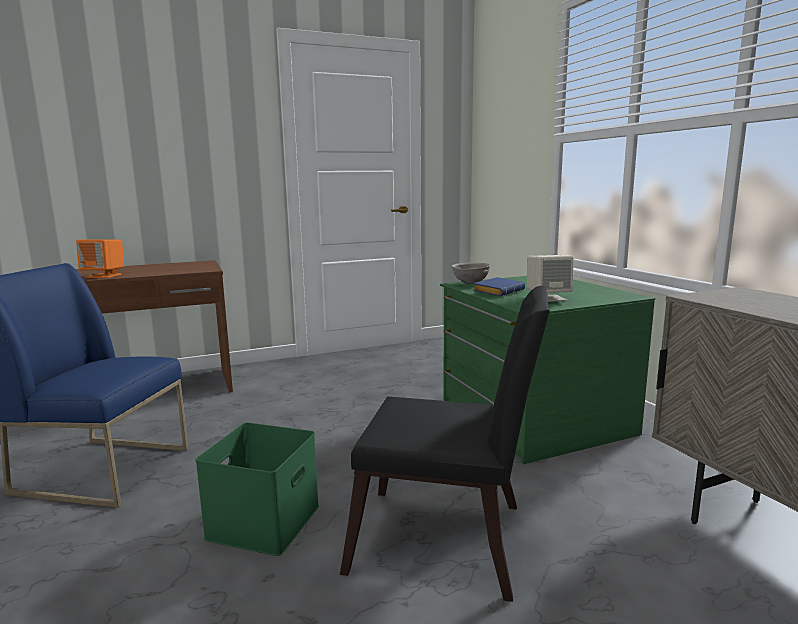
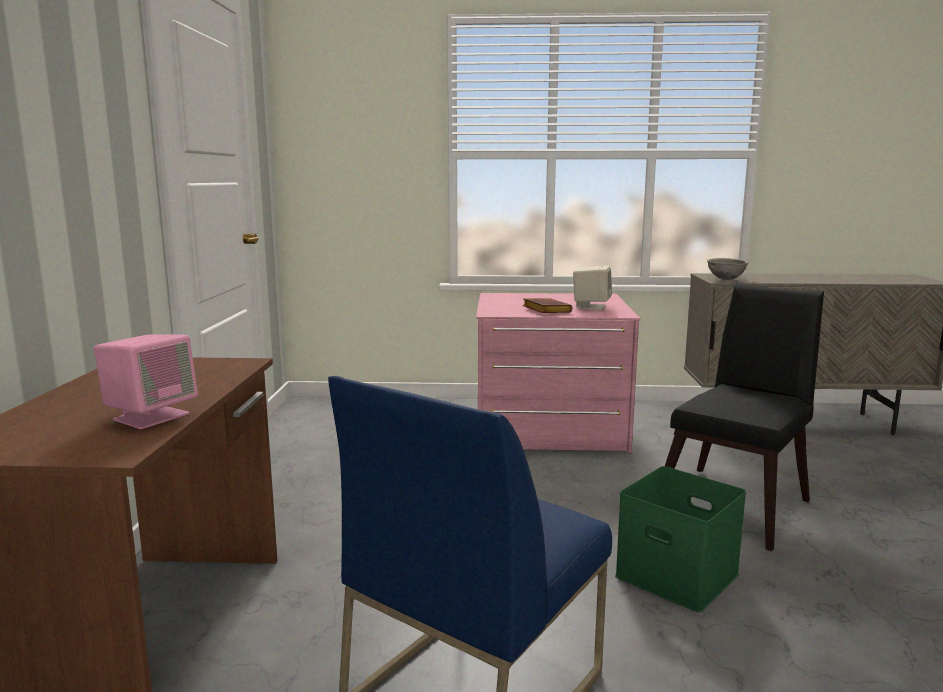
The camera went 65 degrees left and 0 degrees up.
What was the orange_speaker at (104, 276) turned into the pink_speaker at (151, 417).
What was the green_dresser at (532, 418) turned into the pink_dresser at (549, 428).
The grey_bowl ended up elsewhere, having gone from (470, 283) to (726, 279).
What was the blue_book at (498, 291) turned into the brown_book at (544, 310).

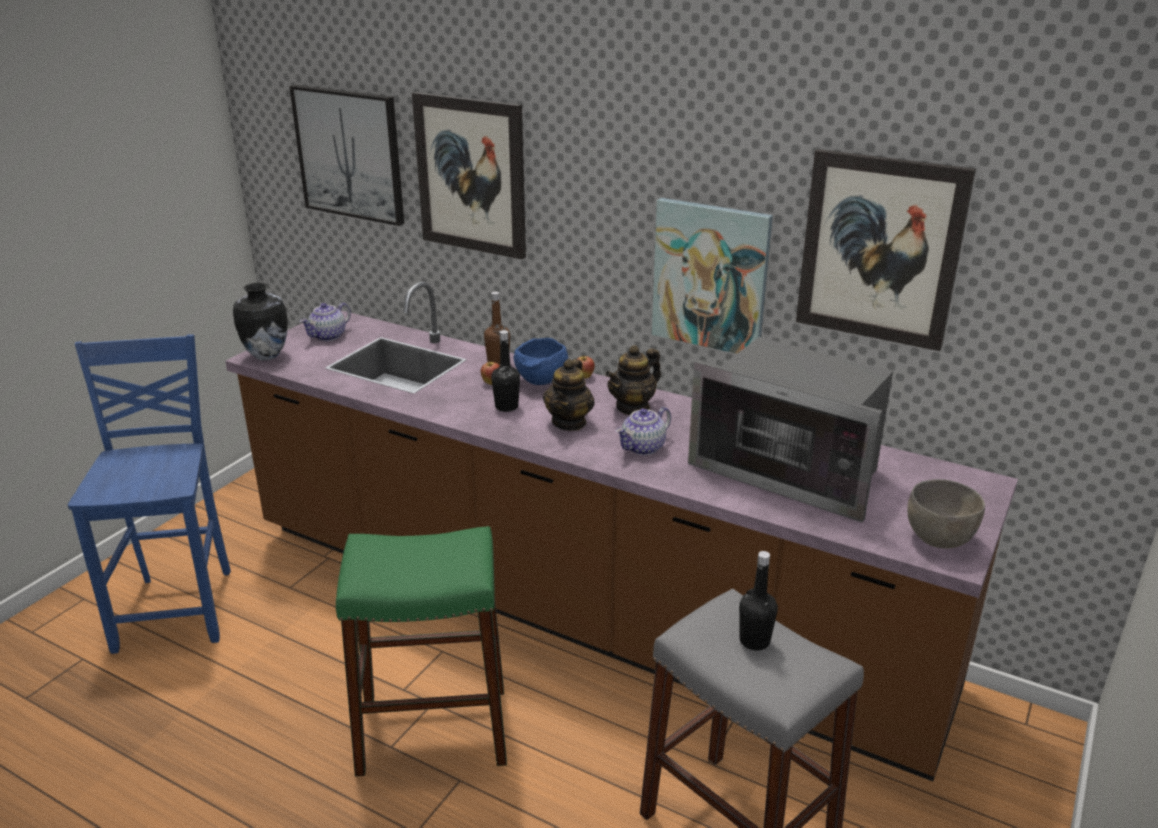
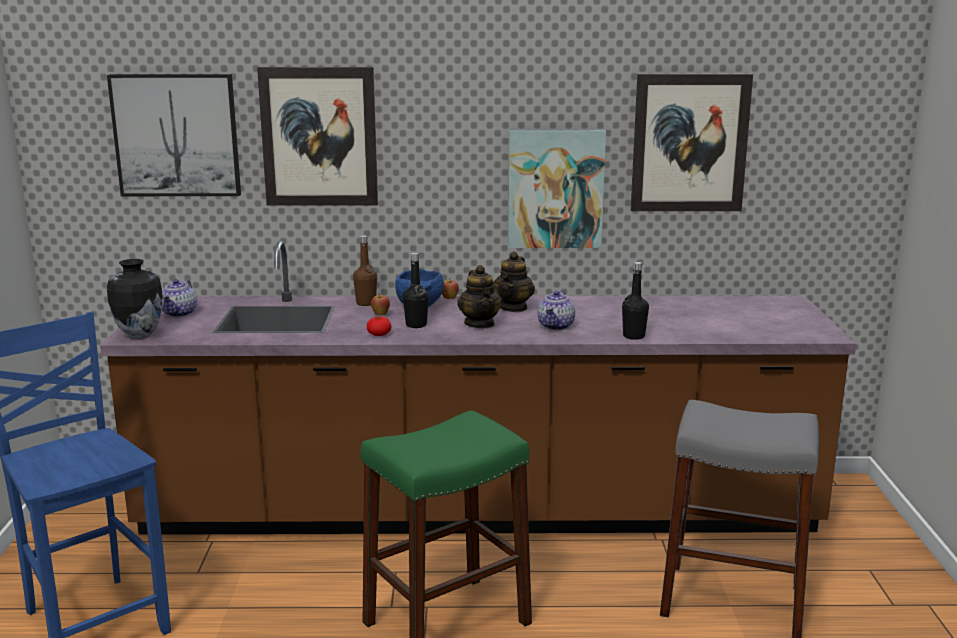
The camera went 30 degrees left and 10 degrees down.
The second view lost the microwave at (791, 470).
The black_bottle ended up elsewhere, having gone from (754, 641) to (633, 336).
The second view lost the grey_bowl at (938, 539).
The second view gained the tomato at (379, 334).

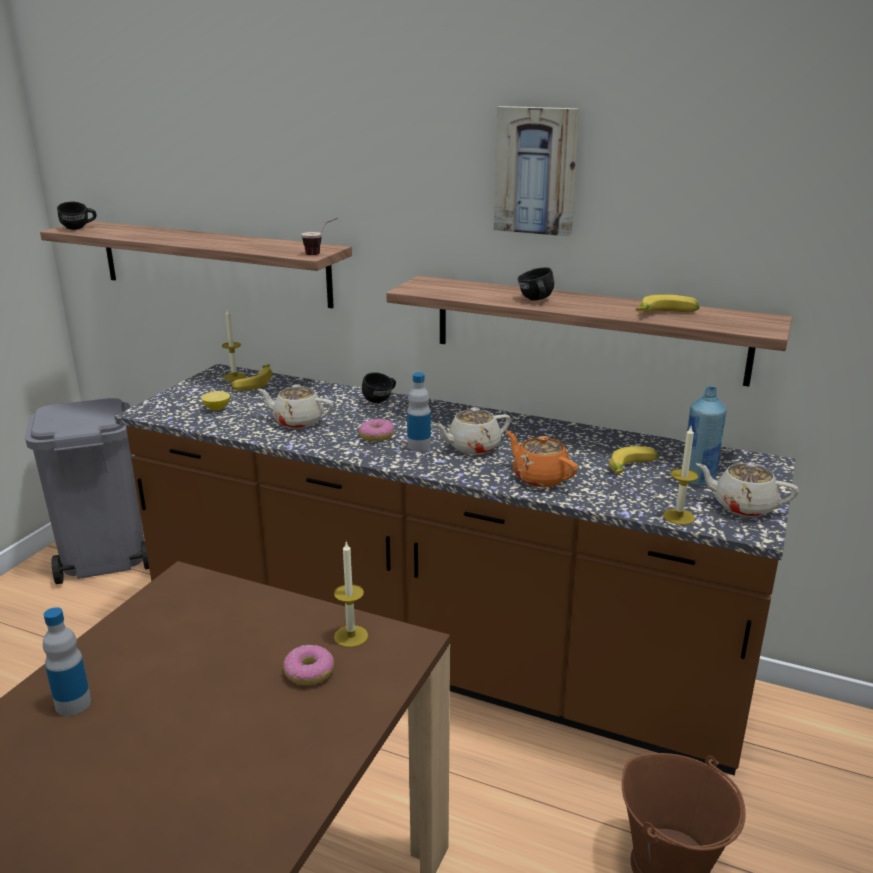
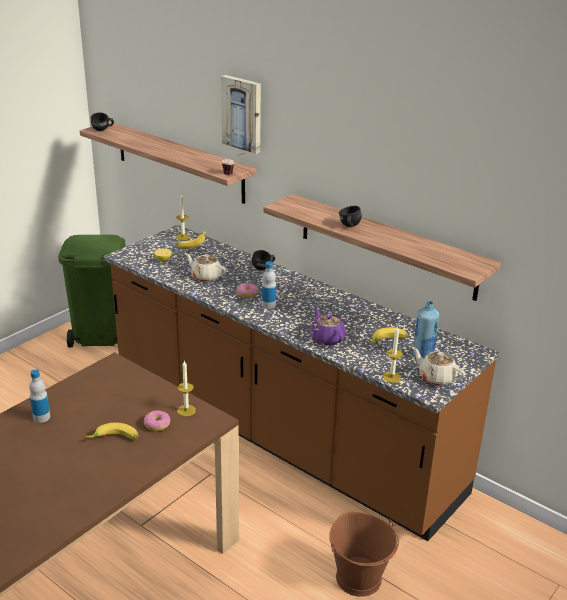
The camera went 15 degrees right and 5 degrees up.
What was the grey_trash_can at (104, 559) turned into the green_trash_can at (100, 335).
The second view lost the beige_teapot at (472, 447).
The picture ended up elsewhere, having gone from (536, 171) to (243, 113).
What was the orange_teapot at (539, 477) turned into the purple_teapot at (327, 338).
The banana ended up elsewhere, having gone from (666, 315) to (114, 439).

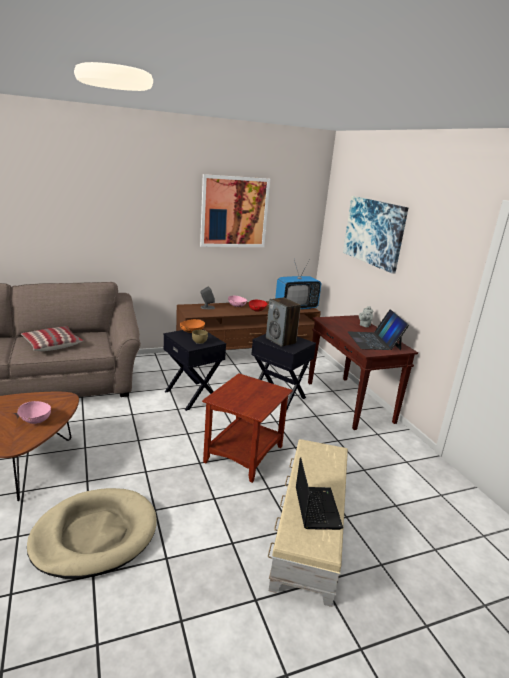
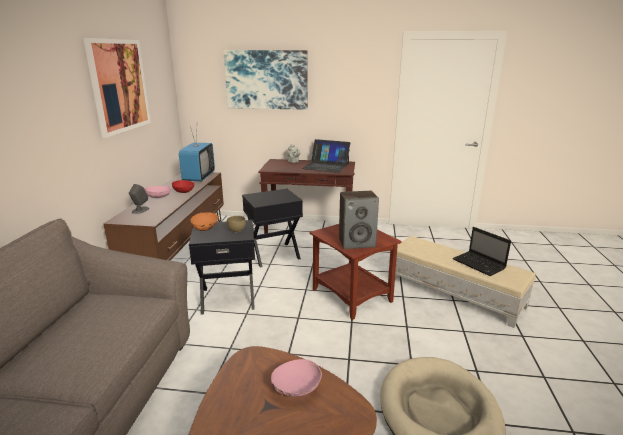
The camera went 60 degrees left and 0 degrees up.
The second view lost the pillow at (52, 344).
The speaker ended up elsewhere, having gone from (281, 340) to (357, 243).
The laptop at (316, 507) ended up facing another way, 150 degrees counterclockwise from before.

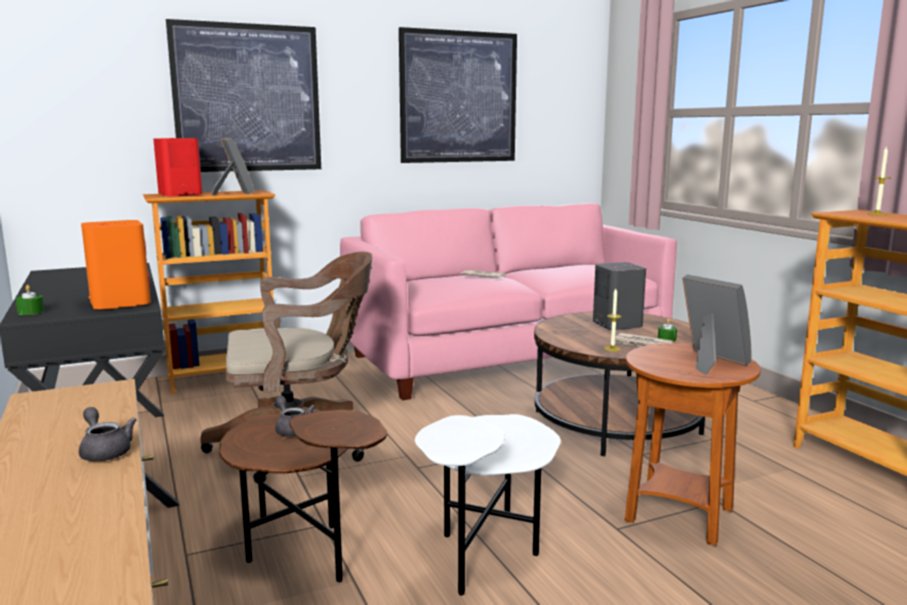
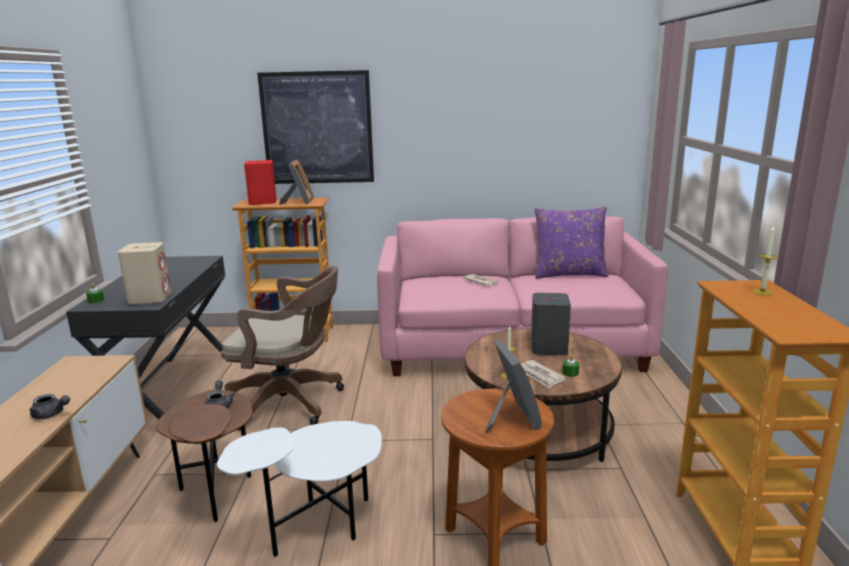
The camera went 25 degrees right and 5 degrees up.
The grey_teapot at (105, 451) ended up facing another way, 120 degrees clockwise from before.
What was the orange_speaker at (120, 302) turned into the beige_speaker at (150, 298).
The second view lost the picture at (458, 97).
The second view gained the purple_pillow at (569, 274).

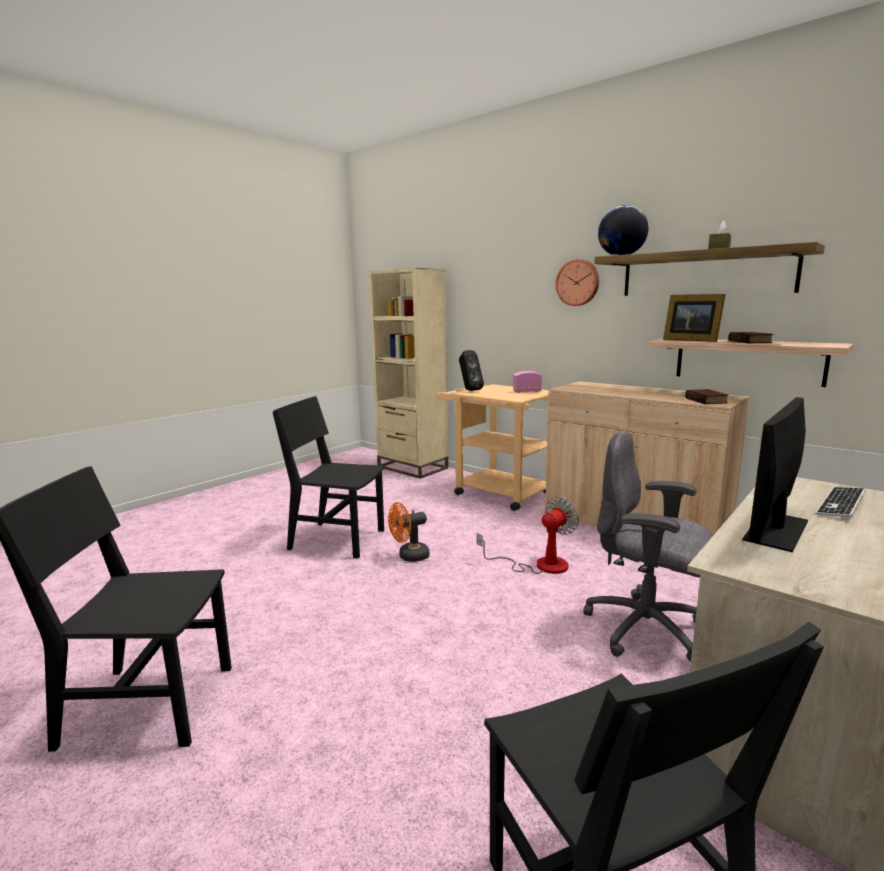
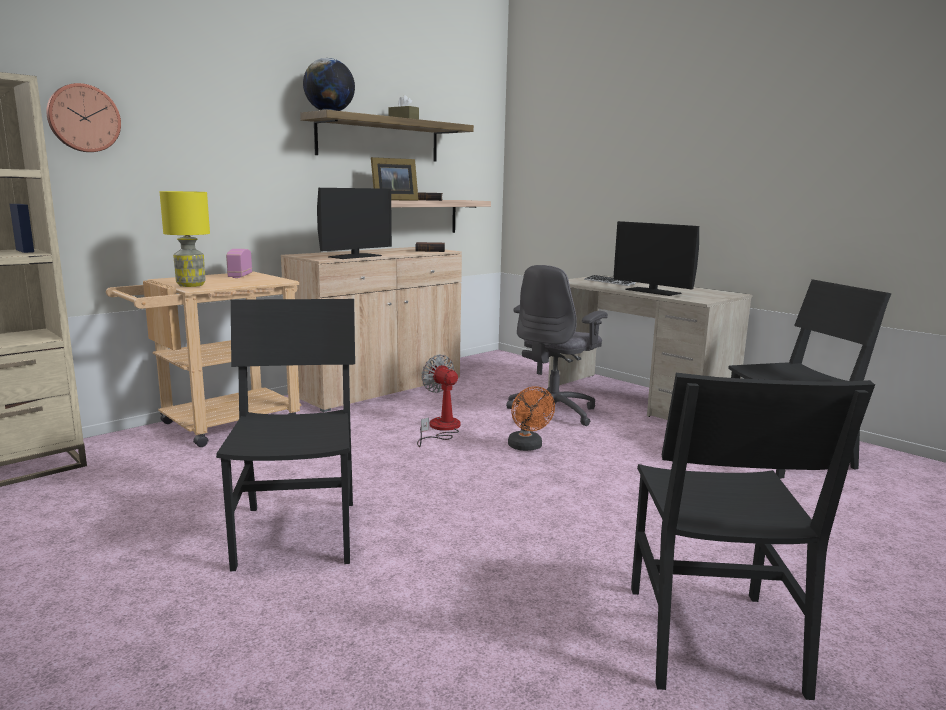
The camera went 85 degrees left and 0 degrees up.
The black_chair at (337, 539) ended up facing another way, 150 degrees clockwise from before.
The orange_fan ended up elsewhere, having gone from (409, 556) to (527, 447).
Where the black_speaker stood at (469, 390), the yellow_table_lamp came to stand at (190, 285).
The wall_clock ended up elsewhere, having gone from (578, 282) to (83, 118).
The second view gained the monitor at (355, 256).

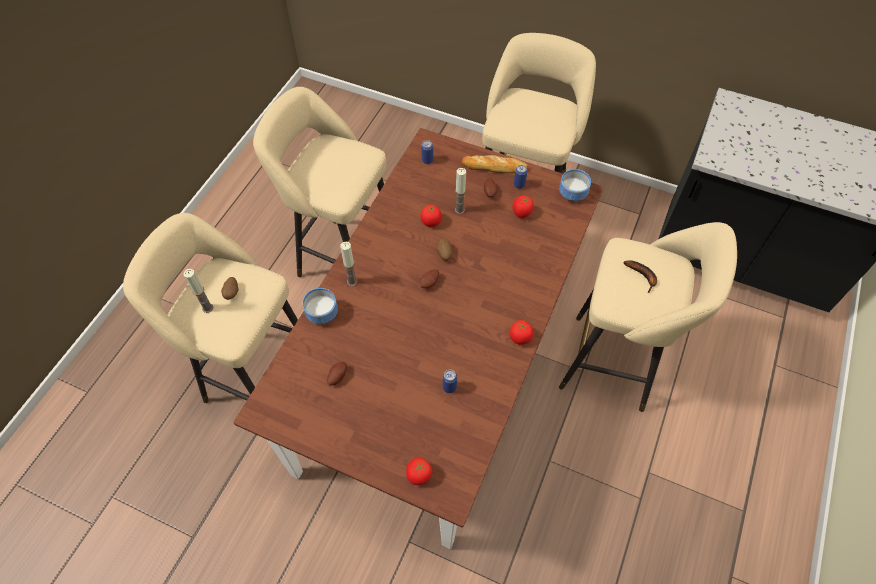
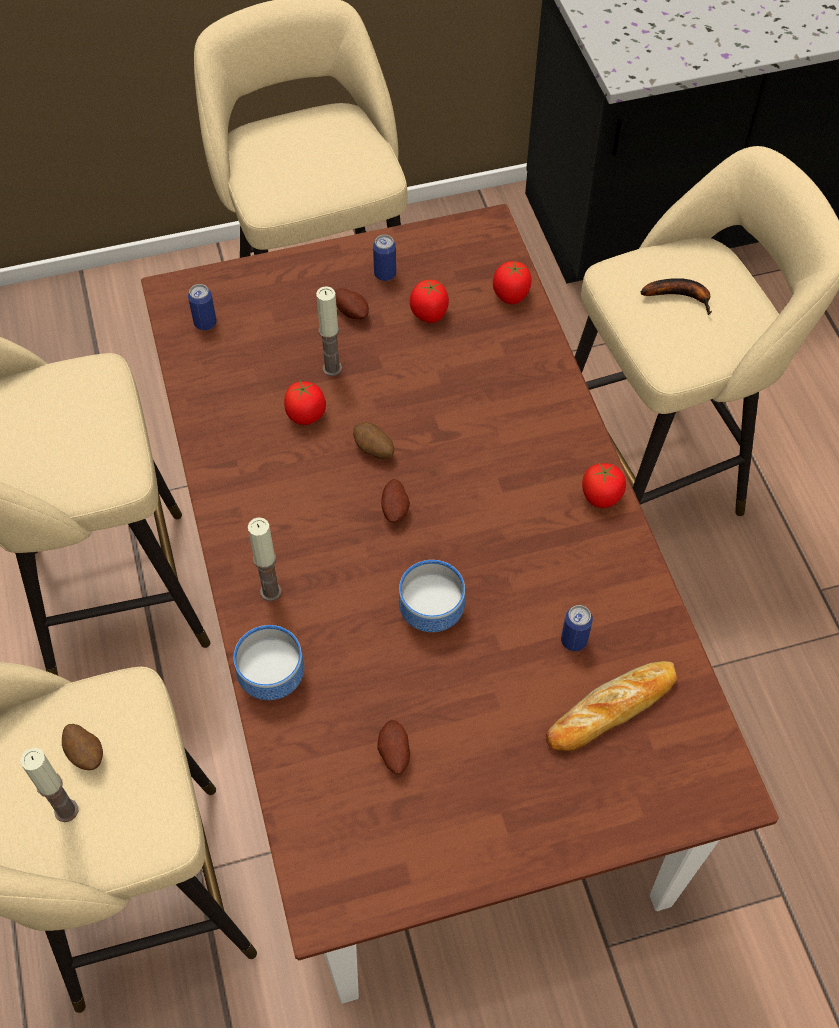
The camera went 40 degrees left and 0 degrees up.
The tomato ended up elsewhere, having gone from (419, 475) to (511, 295).
The bread ended up elsewhere, having gone from (494, 167) to (612, 709).
The bowl ended up elsewhere, having gone from (572, 194) to (432, 612).

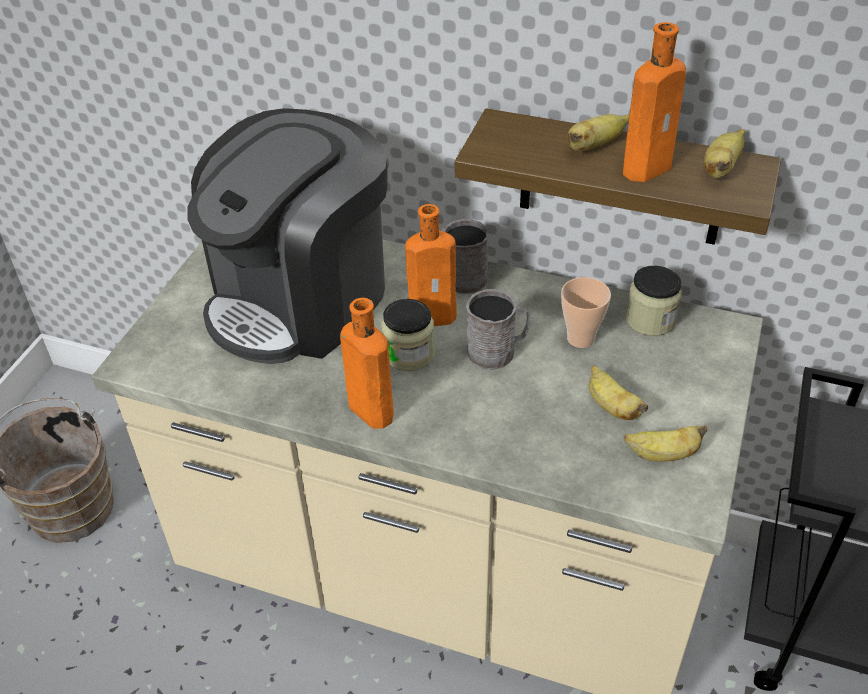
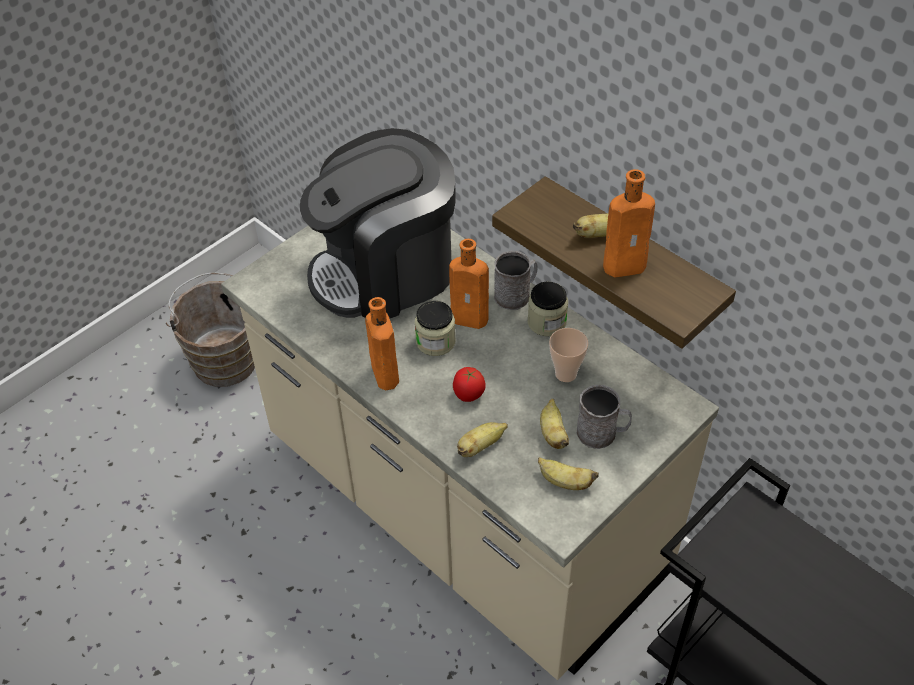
The camera went 25 degrees right and 5 degrees up.
The grey_mug ended up elsewhere, having gone from (497, 351) to (602, 433).
The jar ended up elsewhere, having gone from (650, 320) to (547, 322).
The banana ended up elsewhere, having gone from (721, 168) to (480, 446).
The second view gained the tomato at (468, 396).

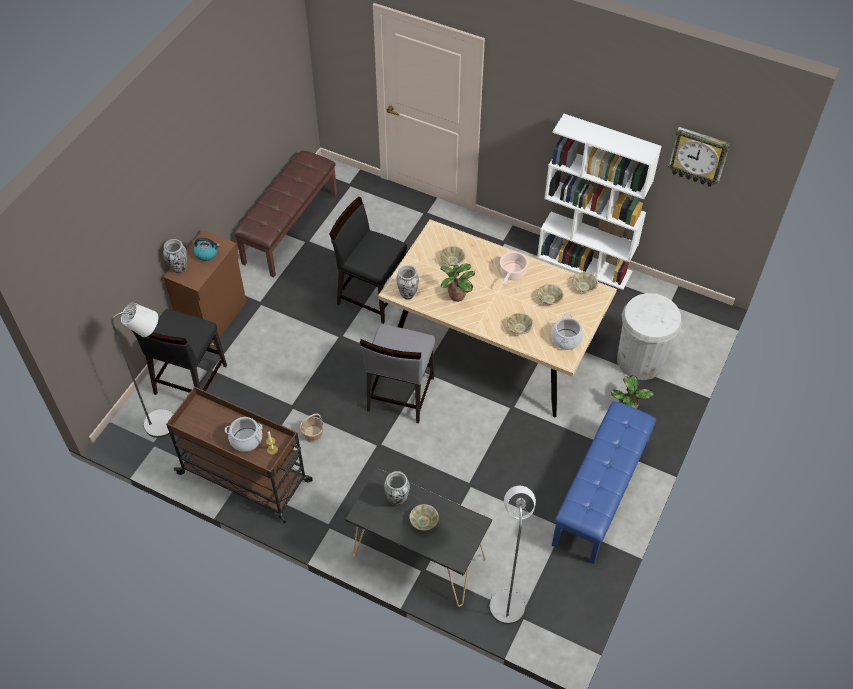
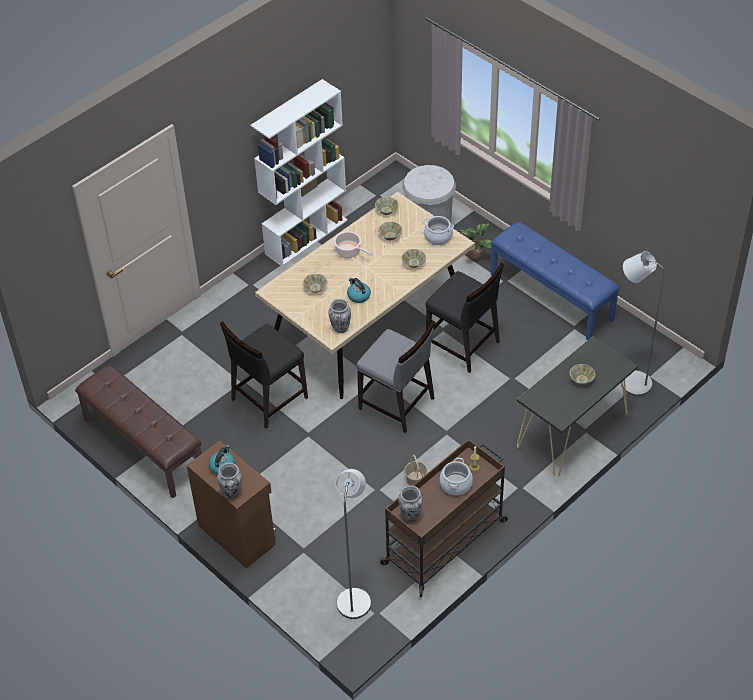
The camera went 70 degrees left and 5 degrees down.
The black_chair ended up elsewhere, having gone from (189, 380) to (463, 345).
The vase ended up elsewhere, having gone from (397, 499) to (410, 515).
Where the potted_plant stood at (456, 296), the kettle came to stand at (358, 296).
The second view lost the wall_clock at (698, 156).

